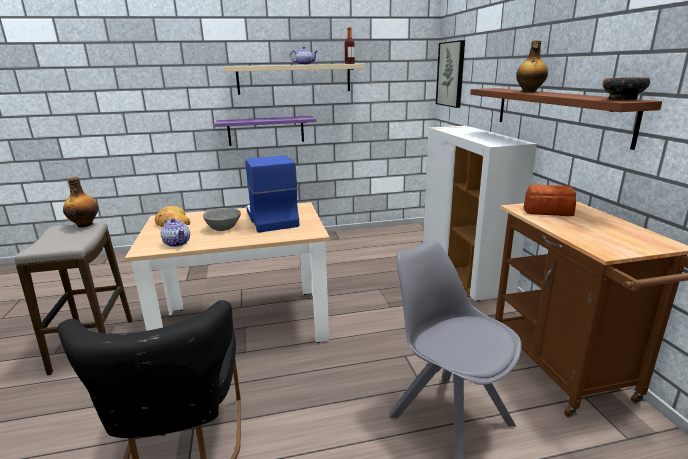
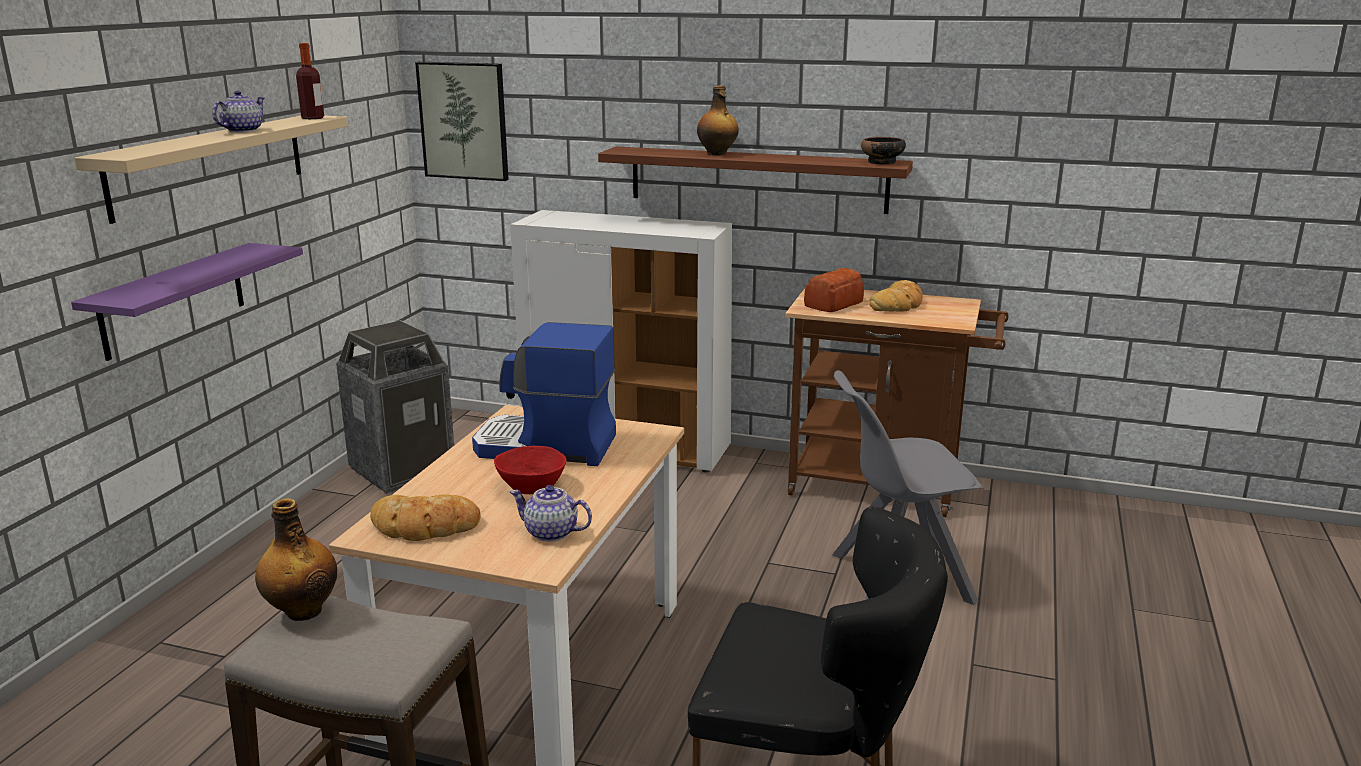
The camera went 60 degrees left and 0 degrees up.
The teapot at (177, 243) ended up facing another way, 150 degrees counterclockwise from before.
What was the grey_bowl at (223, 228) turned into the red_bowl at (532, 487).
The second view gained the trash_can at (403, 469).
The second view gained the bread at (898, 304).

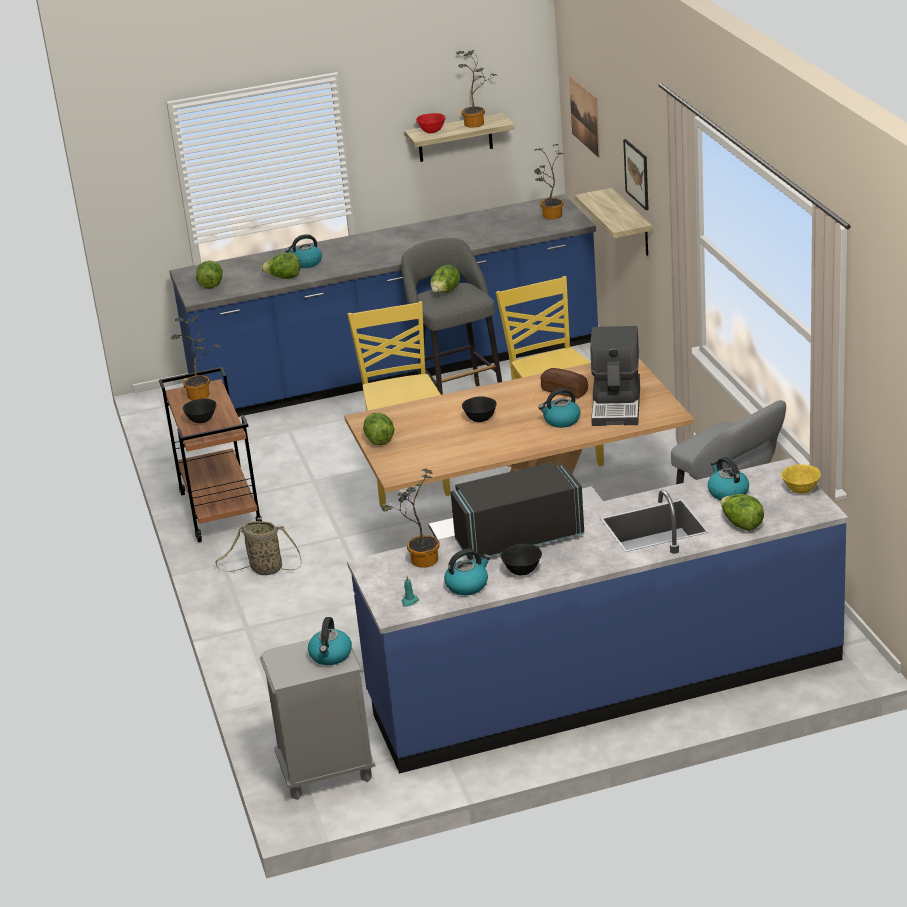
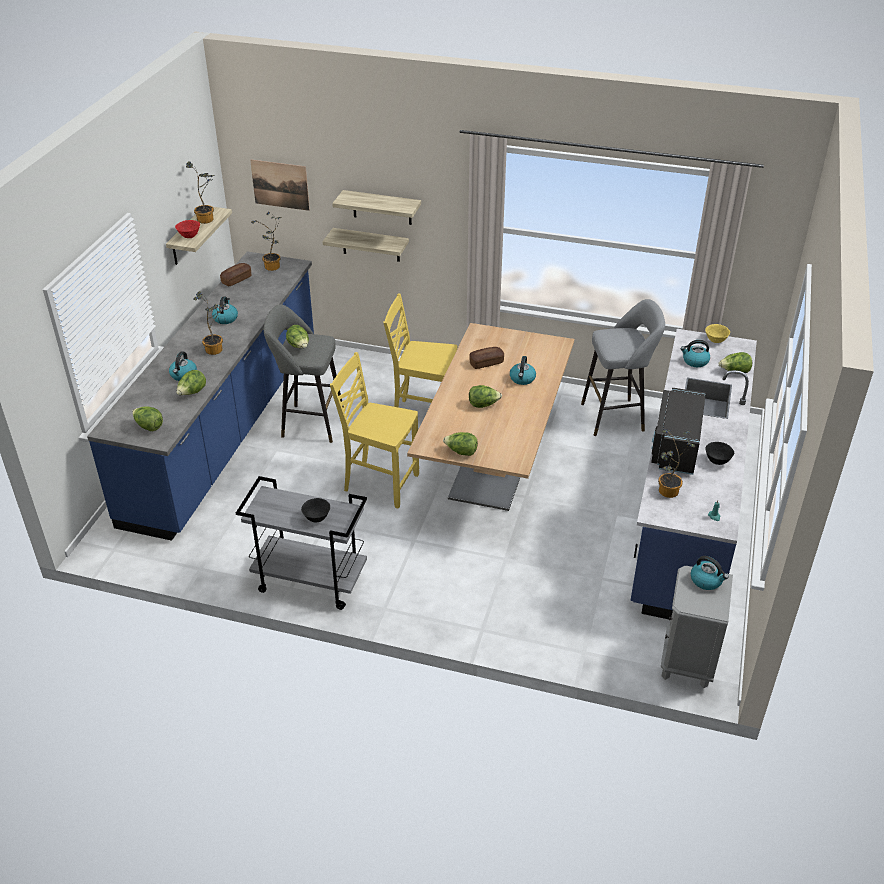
The camera went 60 degrees left and 10 degrees up.
What was the brown_cart at (219, 510) turned into the grey_cart at (309, 582).
The potted_plant ended up elsewhere, having gone from (202, 395) to (216, 349).
The second view lost the basket at (264, 569).
The kettle ended up elsewhere, having gone from (467, 585) to (225, 318).
Where the black_bowl stood at (480, 419), the lettuce came to stand at (483, 405).
The second view lost the coffee_machine at (617, 406).
Where the picture hung at (637, 174), the shelf came to hang at (382, 207).
The second view gained the bread at (236, 280).

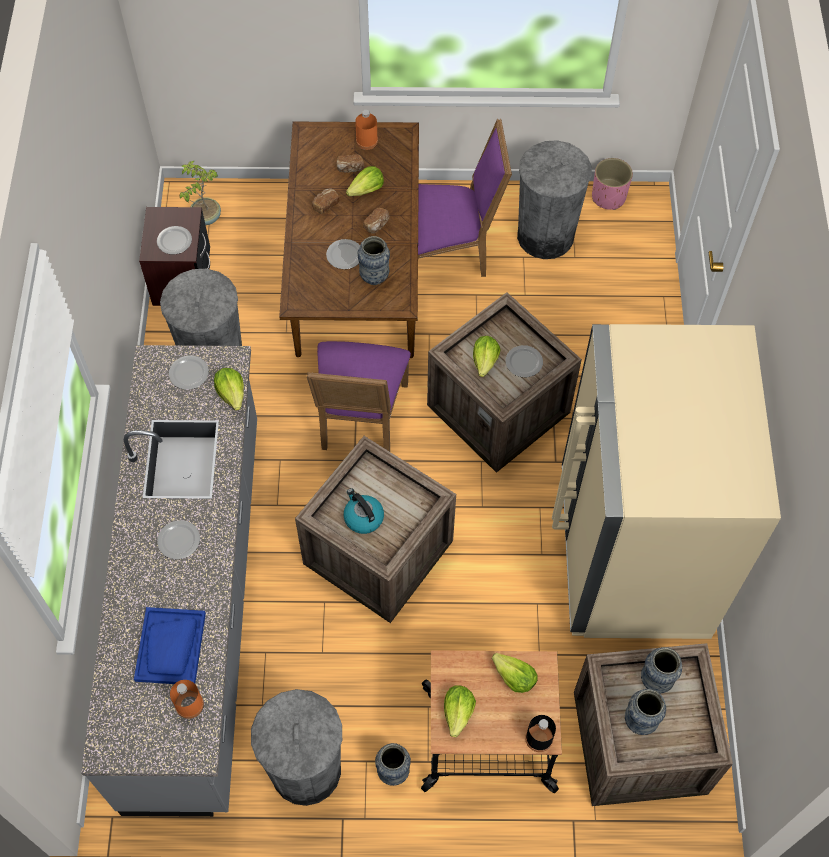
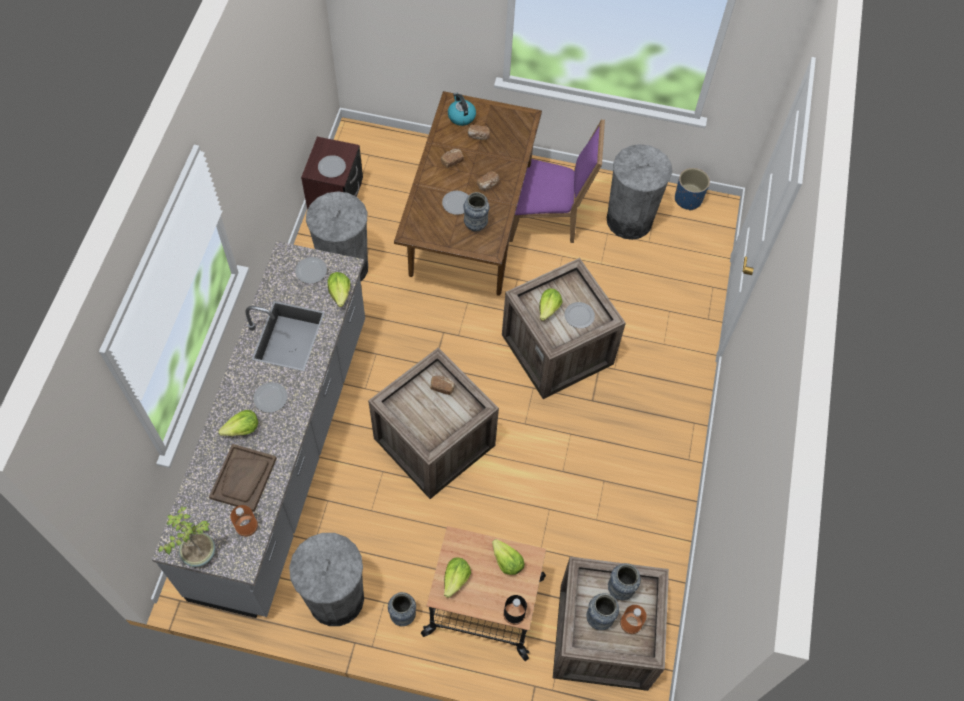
The camera went 10 degrees right and 0 degrees up.
What was the blue_tray at (171, 647) turned into the brown_tray at (243, 478).
The potted_plant ended up elsewhere, having gone from (205, 217) to (198, 552).
The second view lost the purple_chair at (360, 421).
The kettle ended up elsewhere, having gone from (363, 517) to (461, 116).
The lettuce ended up elsewhere, having gone from (366, 190) to (242, 429).
The orange_bottle ended up elsewhere, having gone from (366, 141) to (631, 623).
The second view lost the beige_fridge at (632, 553).
What was the pink_planter at (608, 197) turned into the blue_planter at (688, 199).
The second view gained the bread at (442, 387).

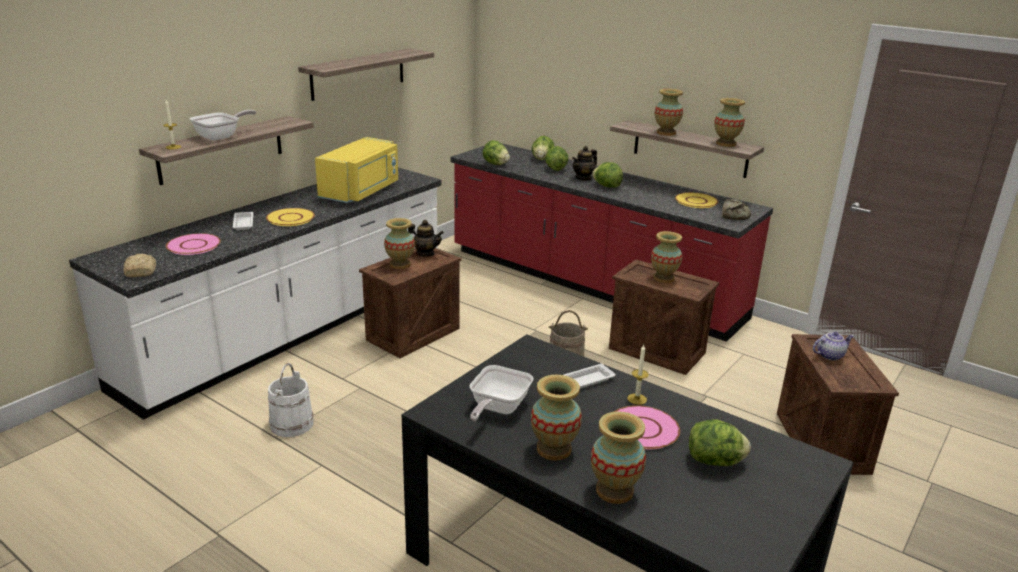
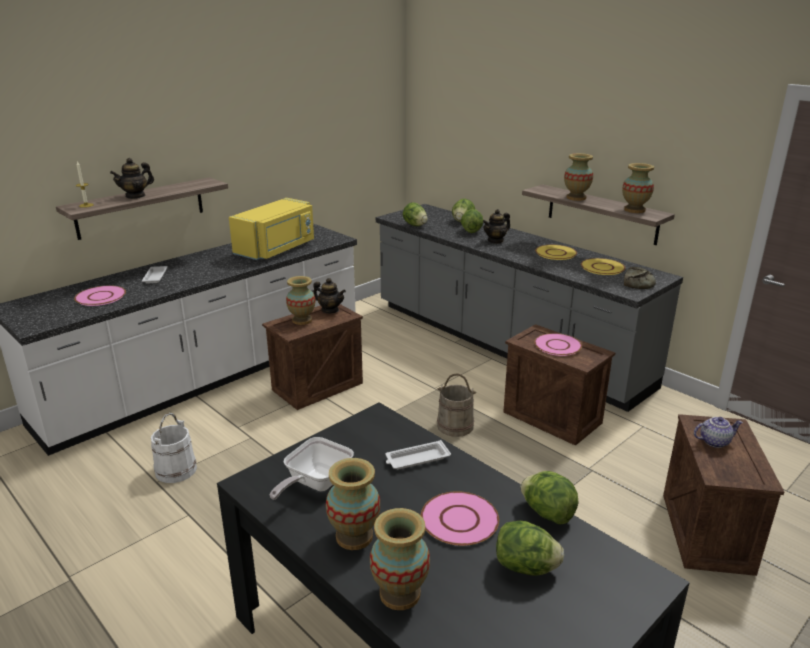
The camera went 10 degrees right and 0 degrees up.
The second view lost the bread at (141, 271).
Where the frying_pan stood at (221, 136), the teapot came to stand at (135, 196).
The yellow_plate ended up elsewhere, having gone from (290, 218) to (555, 253).
The second view lost the shelf at (358, 74).
What was the red_counter at (591, 284) turned into the grey_counter at (504, 345).
The lettuce ended up elsewhere, having gone from (606, 186) to (547, 513).
The second view lost the candle at (637, 399).
Where the vase stood at (663, 278), the pink_plate came to stand at (557, 345).

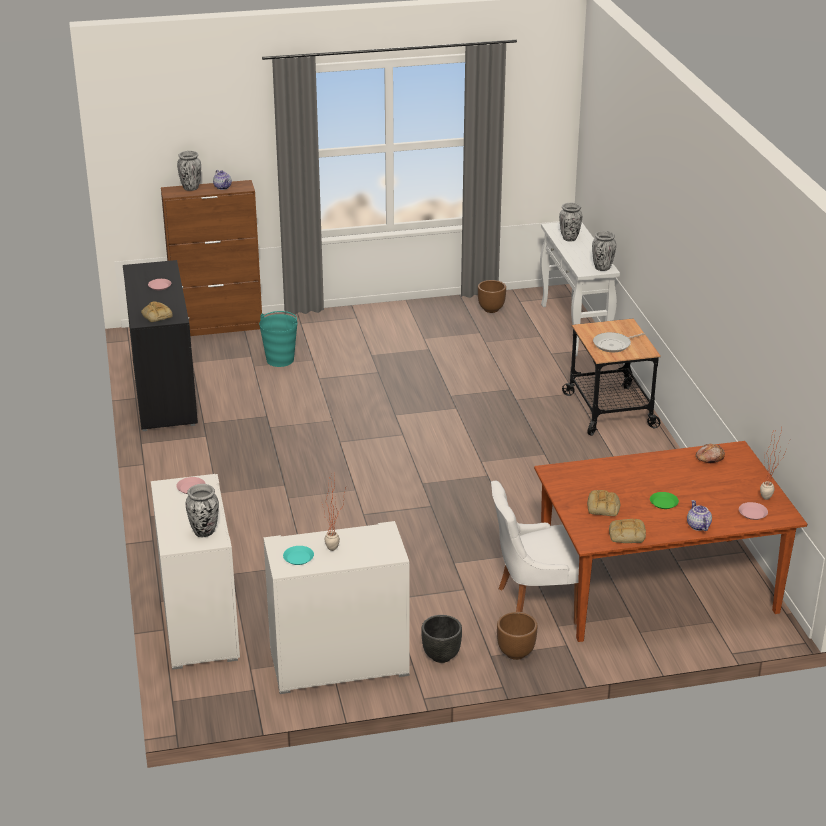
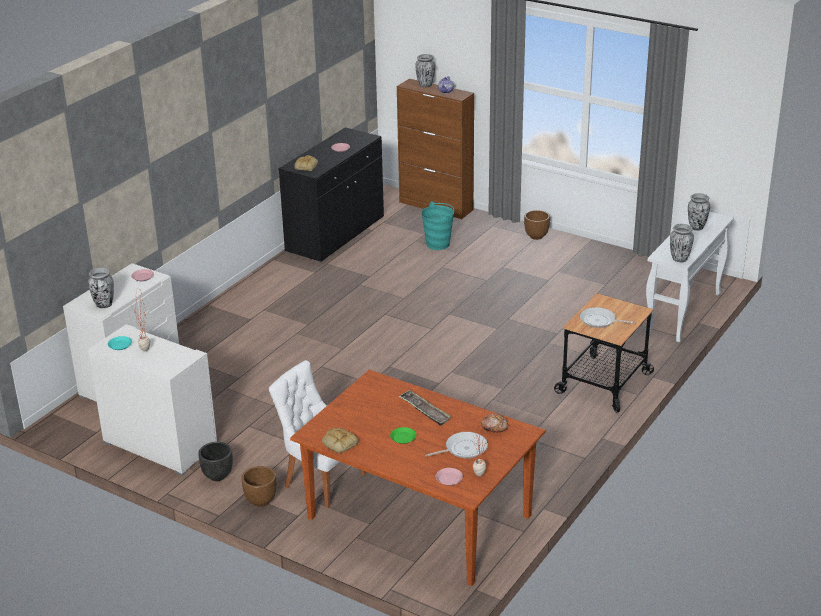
The camera went 45 degrees right and 0 degrees up.
The brown_planter ended up elsewhere, having gone from (491, 309) to (536, 236).
The second view lost the bread at (603, 507).
The second view lost the teapot at (697, 526).
The second view gained the tray at (424, 410).
The second view gained the frying_pan at (463, 449).

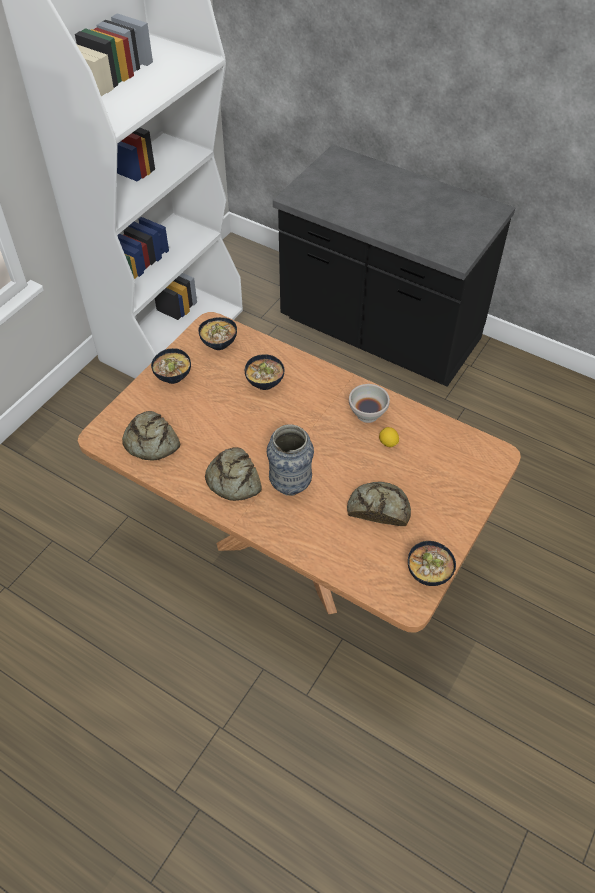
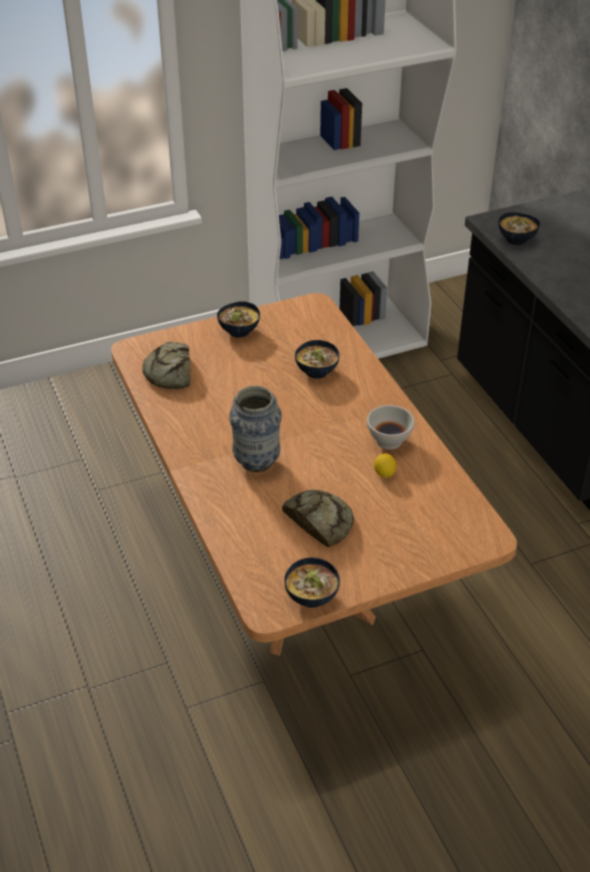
The camera went 35 degrees right and 10 degrees down.
The bowl ended up elsewhere, having gone from (219, 344) to (516, 240).
The second view lost the bread at (233, 480).

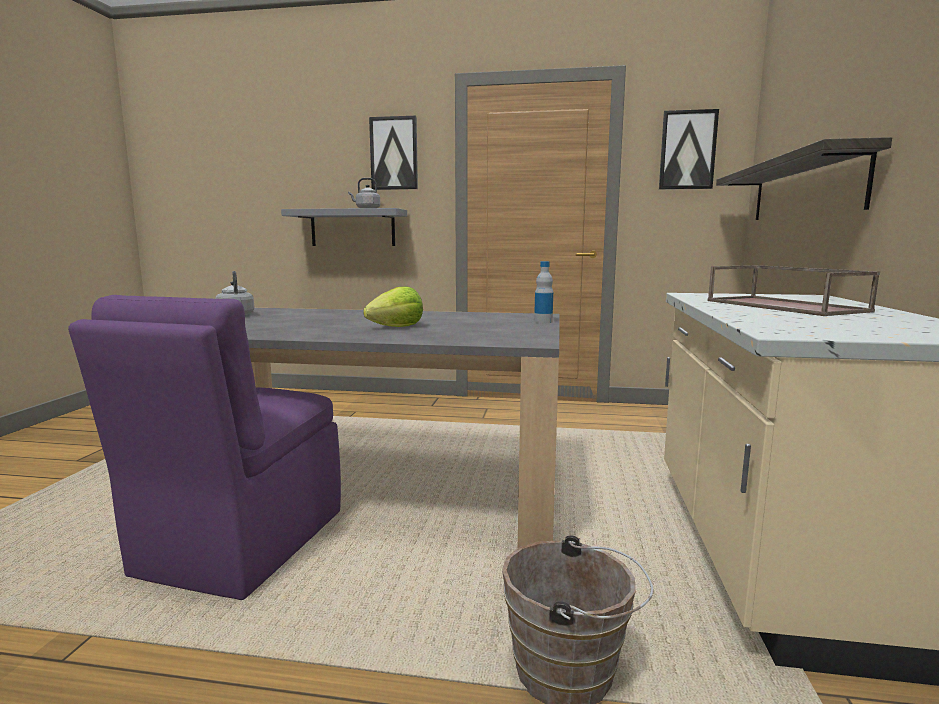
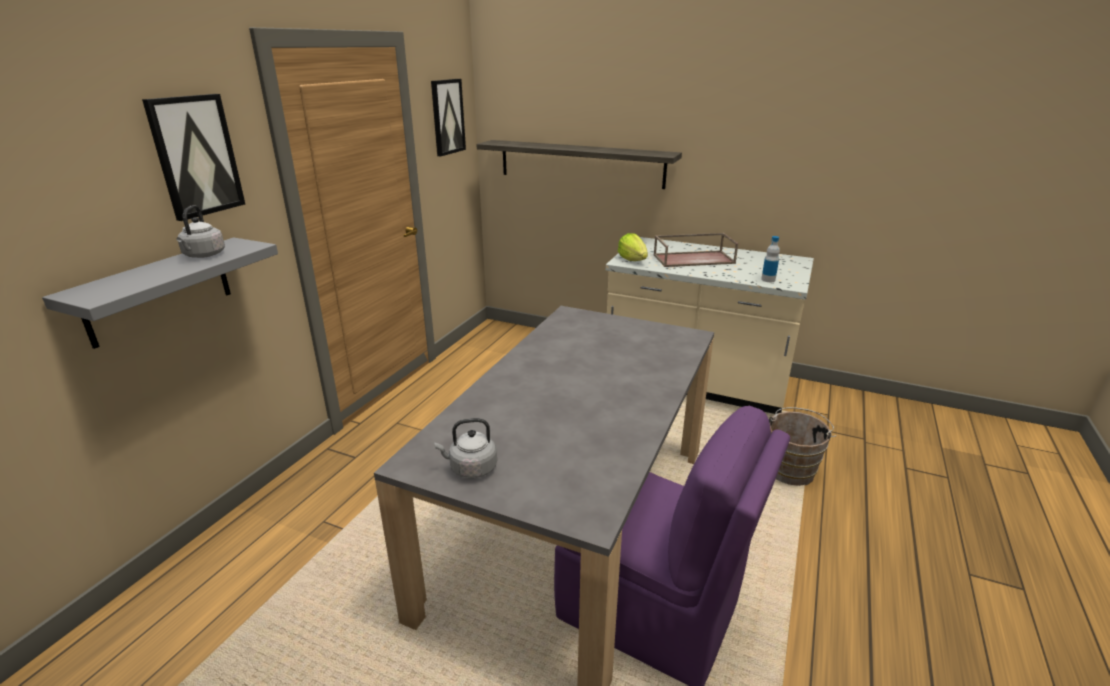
The camera went 75 degrees left and 15 degrees up.
The lettuce ended up elsewhere, having gone from (397, 327) to (633, 260).
The bottle ended up elsewhere, having gone from (543, 322) to (768, 280).

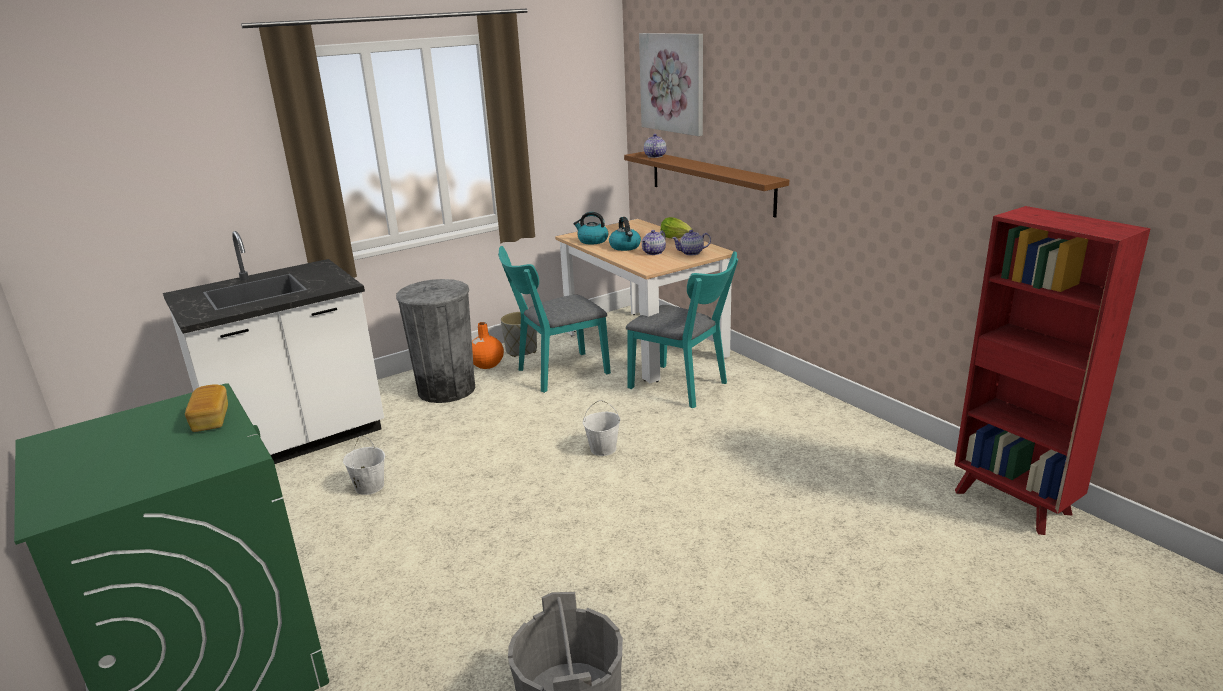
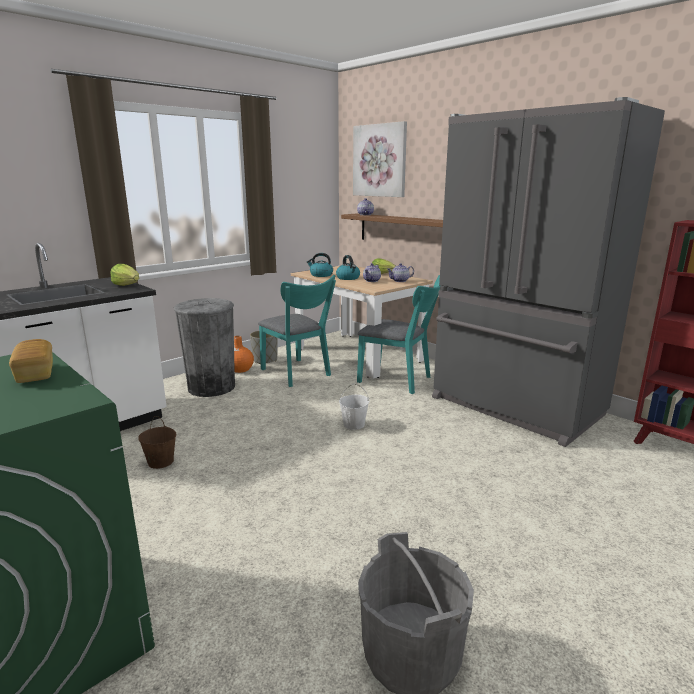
The camera went 10 degrees left and 5 degrees down.
What was the white_bucket at (369, 487) turned into the brown_bucket at (160, 462).
The turquoise_chair at (557, 373) ended up facing another way, 90 degrees counterclockwise from before.
The second view gained the lettuce at (127, 285).
The second view gained the grey_fridge at (514, 407).

